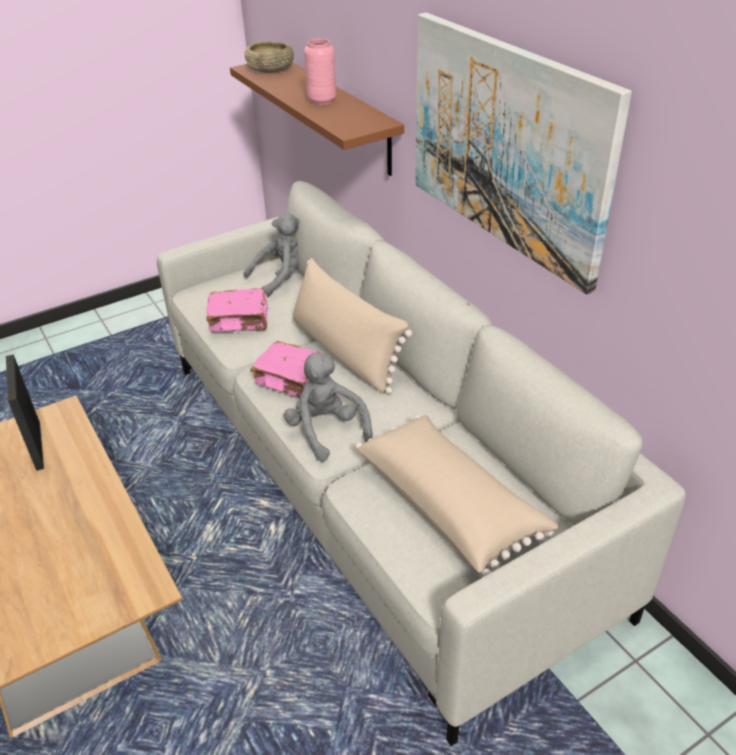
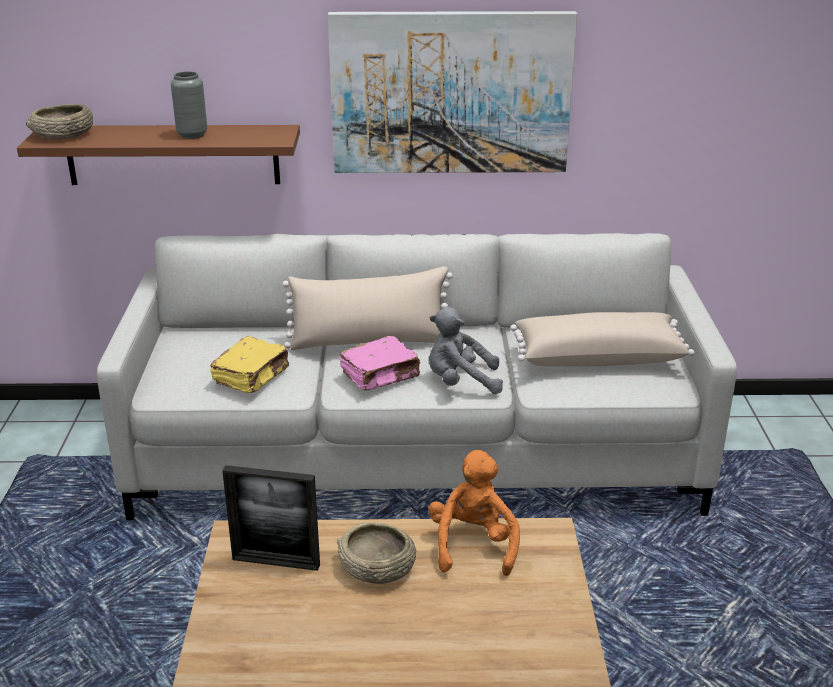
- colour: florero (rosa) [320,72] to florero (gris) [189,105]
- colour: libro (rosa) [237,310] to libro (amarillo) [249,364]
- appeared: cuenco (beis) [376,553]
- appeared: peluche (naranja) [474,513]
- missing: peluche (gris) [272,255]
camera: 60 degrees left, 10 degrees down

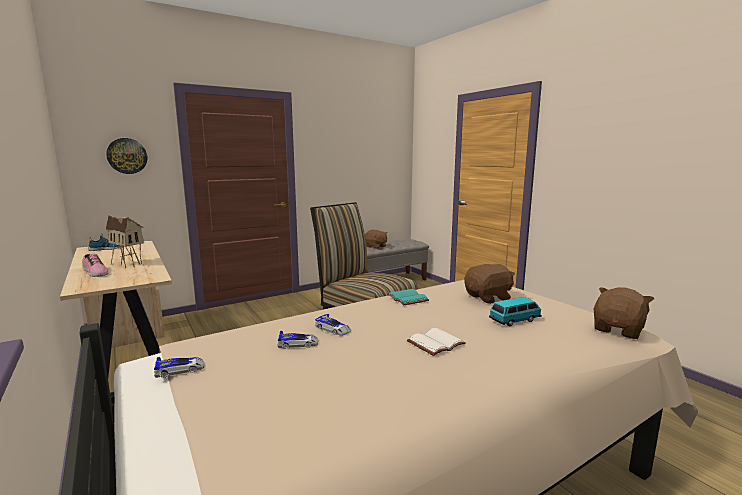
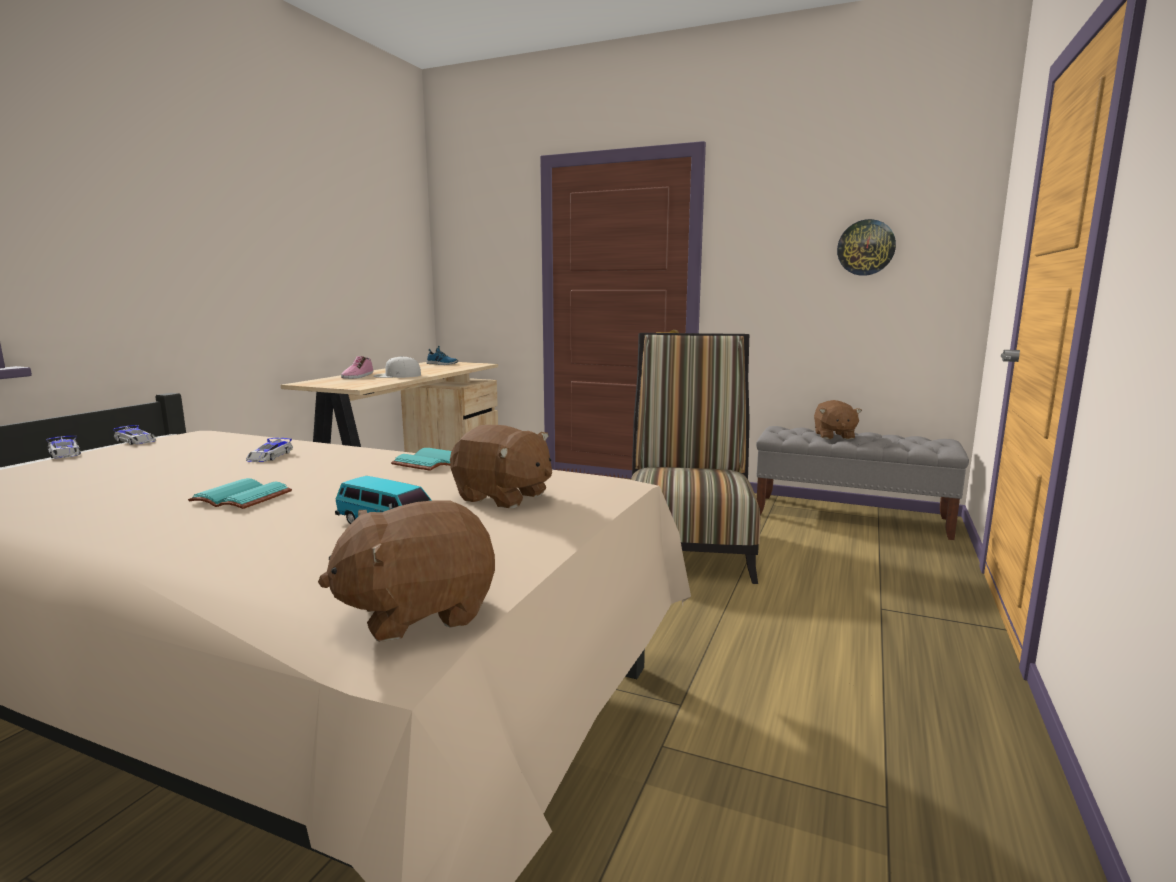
- relocated: coche de juguete [298,340] to [63,447]
- colour: libro (blanco) [436,342] to libro (turquesa) [240,493]
- spun: peluche (marrón) [624,313] = [406,571] 150 degrees clockwise
- exchanged: casita [125,241] to gorra (blanco) [397,367]
- relocated: reloj de pared [126,156] to [866,247]
camera: 55 degrees right, 0 degrees up

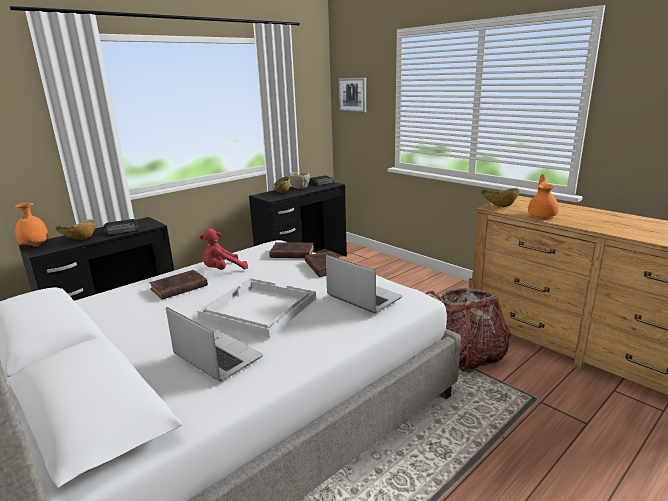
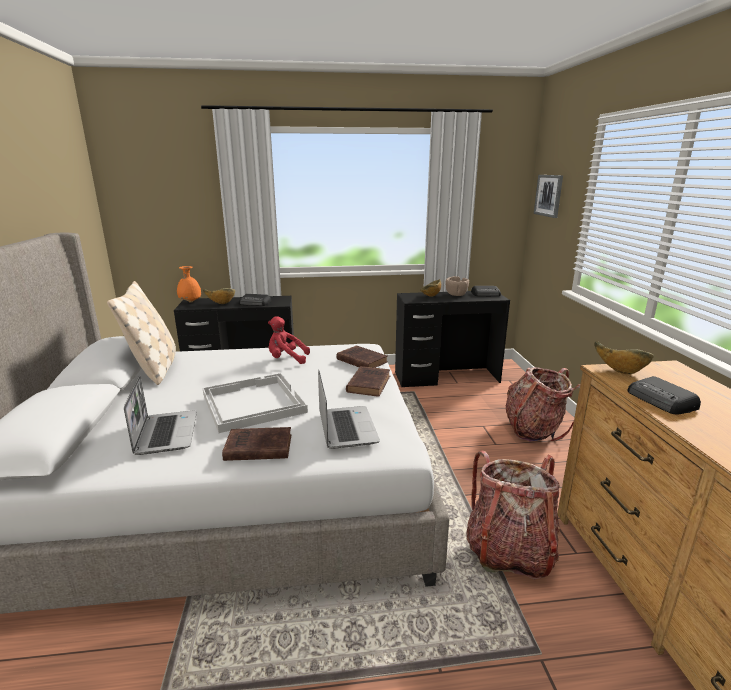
- appeared: cojín (beis) [141,333]
- relocated: libro (marrón) [178,285] to [256,444]
- appeared: mochila [543,404]
- exchanged: tetera (naranja) [543,196] to radio [664,395]
camera: 35 degrees right, 0 degrees up

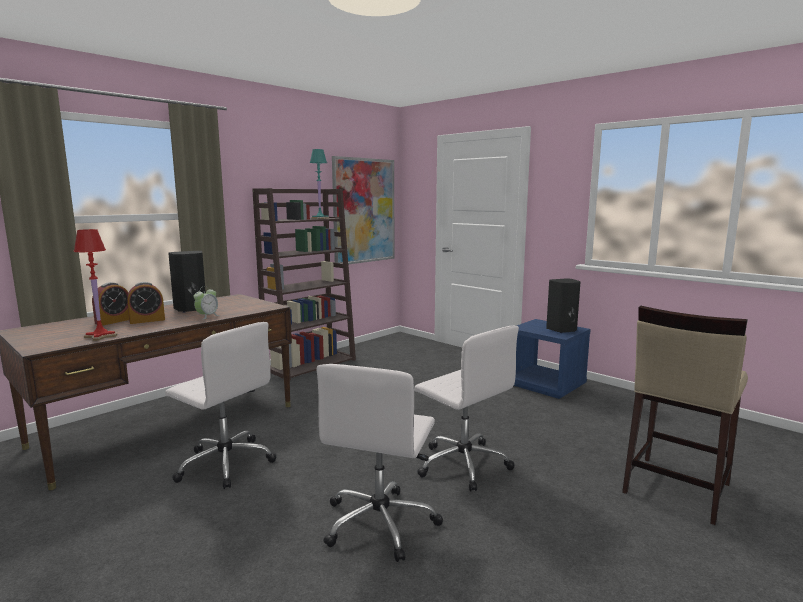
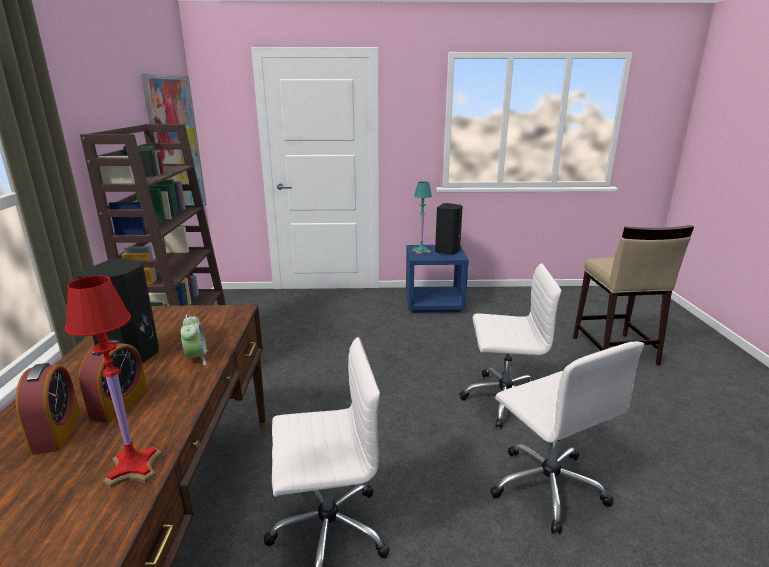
- relocated: lámpara de mesa (turquesa) [319,184] to [422,217]
camera: 45 degrees left, 10 degrees up

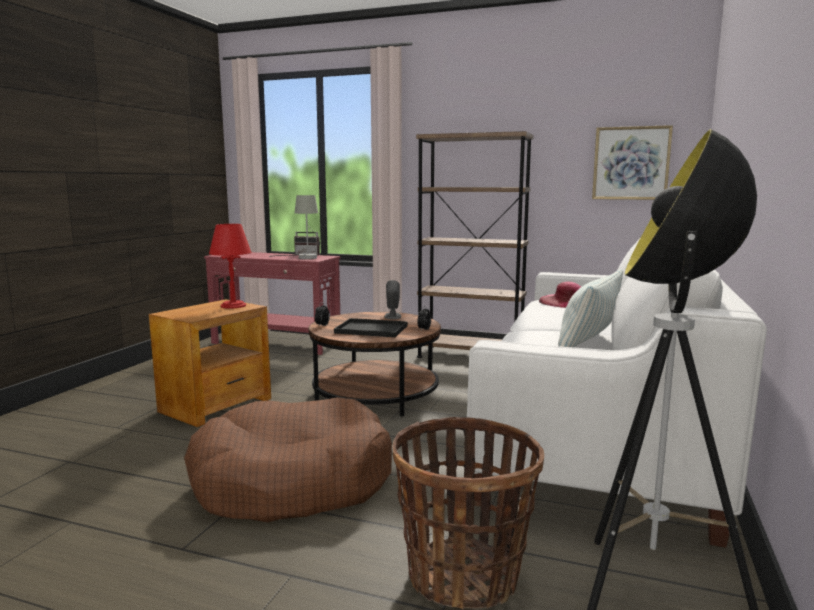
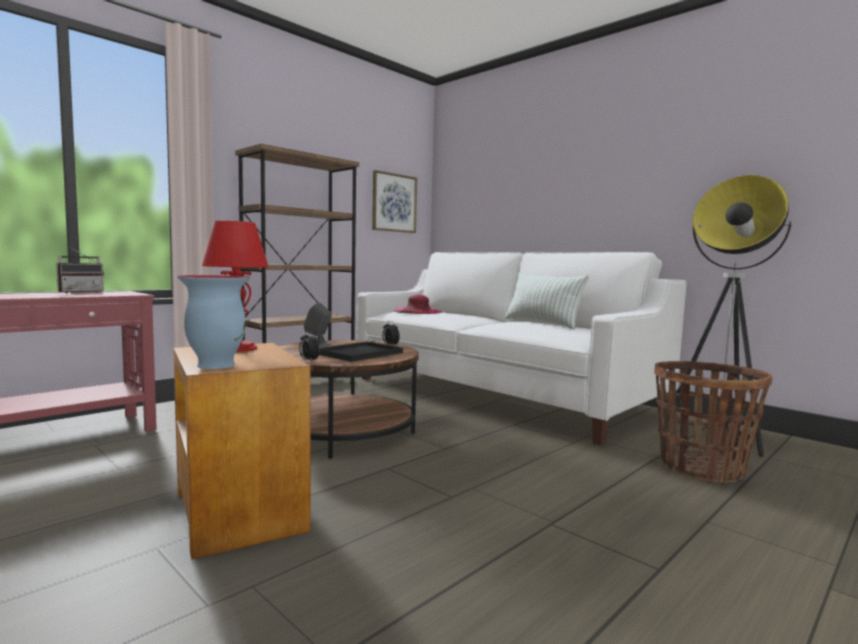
- appeared: florero [214,322]
- missing: cama para perro (marrón) [288,459]
- missing: lámpara de mesa (gris) [293,227]
camera: 65 degrees left, 5 degrees down

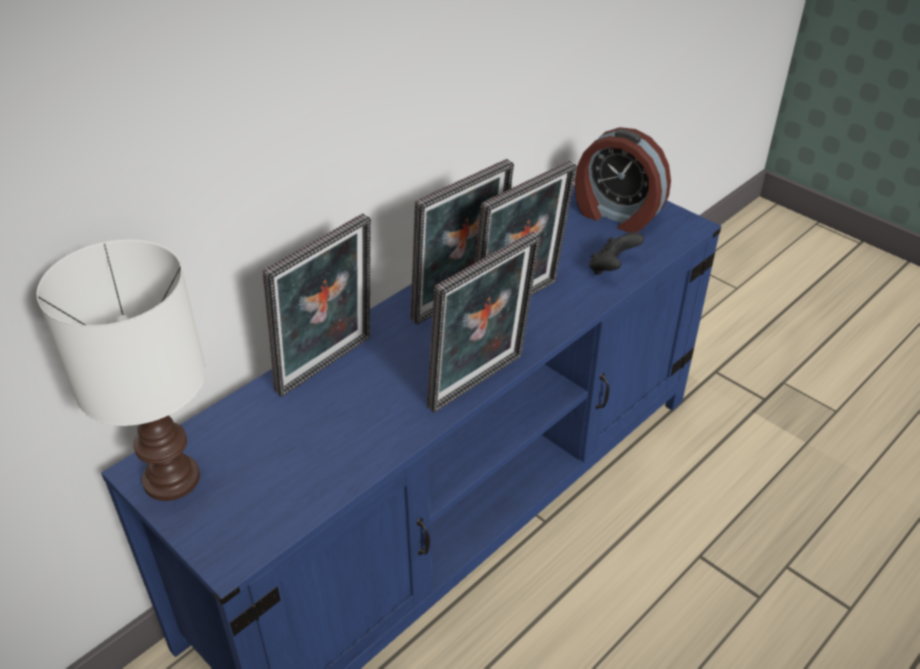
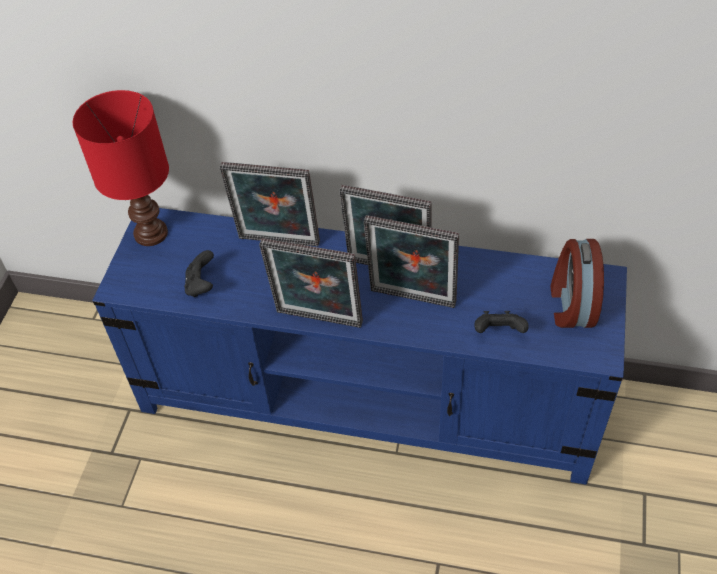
- colour: lámpara de mesa (blanco) [121,370] to lámpara de mesa (rojo) [121,168]
- appeared: mando de consola (negro) [199,273]
camera: 60 degrees right, 10 degrees up

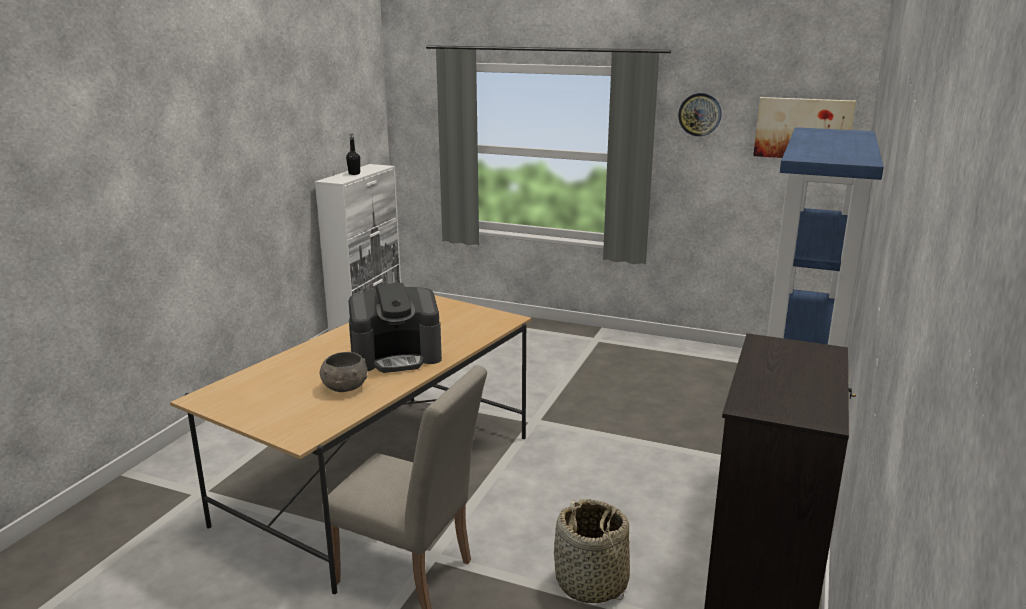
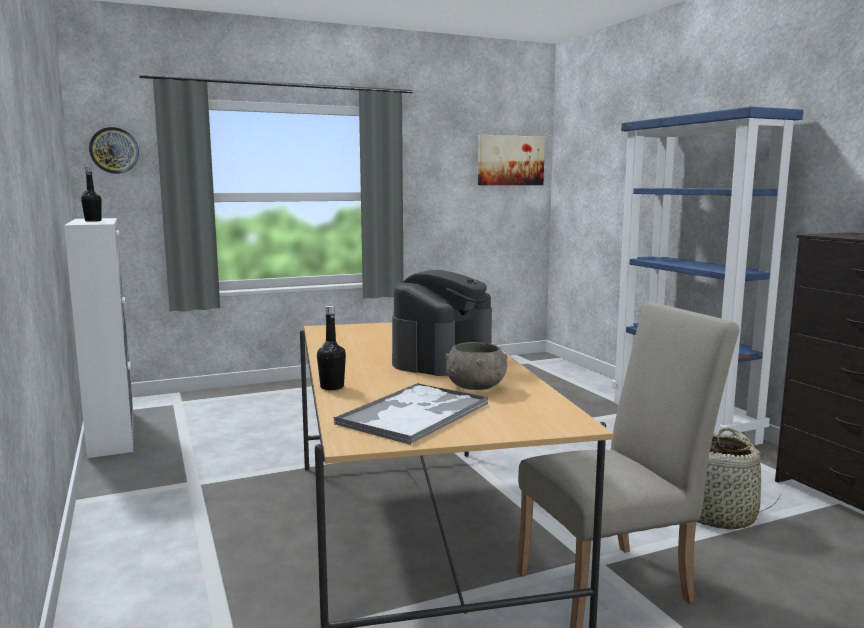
- relocated: reloj de pared [700,114] to [114,150]
- appeared: botella (negro) [331,348]
- appeared: bandeja [411,414]
camera: 45 degrees left, 10 degrees down

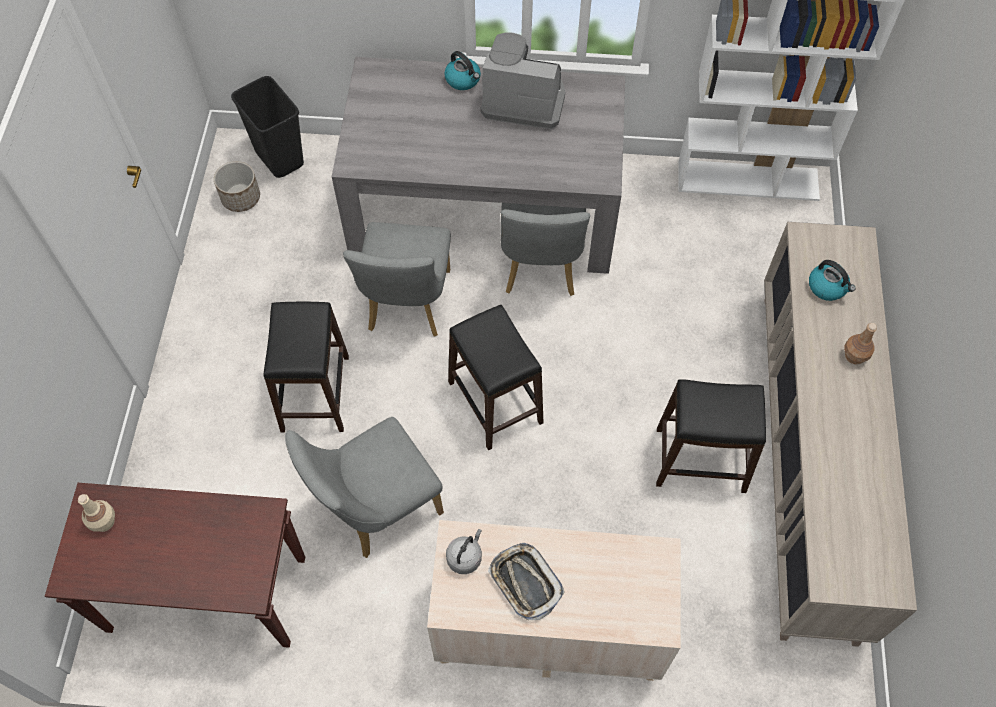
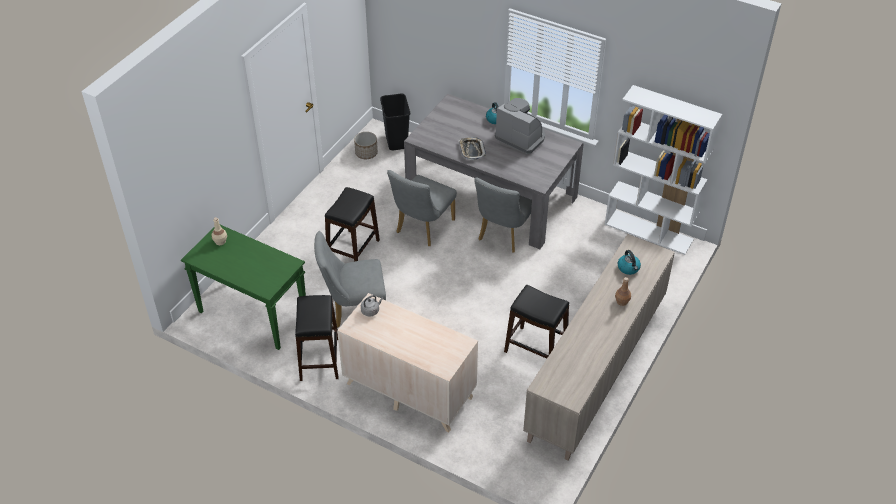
- colour: mesa consola (marrón) [175,565] to mesa consola (verde) [243,287]
- relocated: taburete (negro) [496,377] to [317,338]
- relocated: bandeja [526,581] to [472,148]
camera: 25 degrees right, 15 degrees down

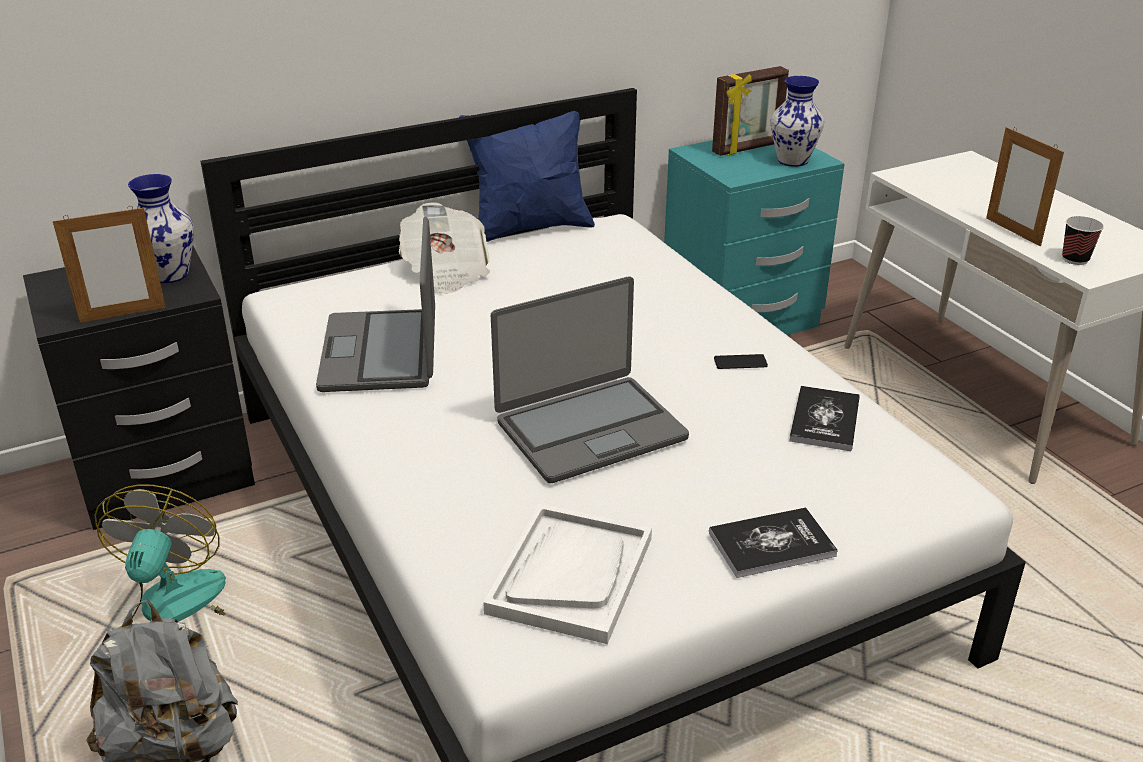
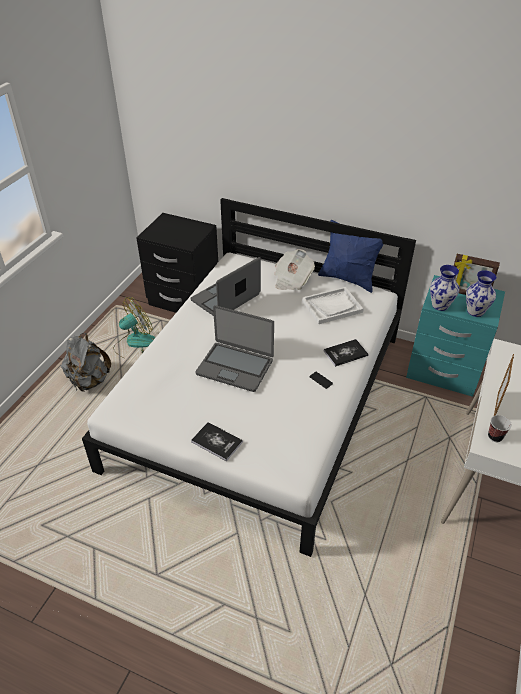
- relocated: bandeja (blanco) [567,574] to [333,305]
- relocated: libro [824,418] to [346,353]
- relocated: florero [161,228] to [444,288]
- missing: portarretratos [109,264]
camera: 50 degrees right, 10 degrees up

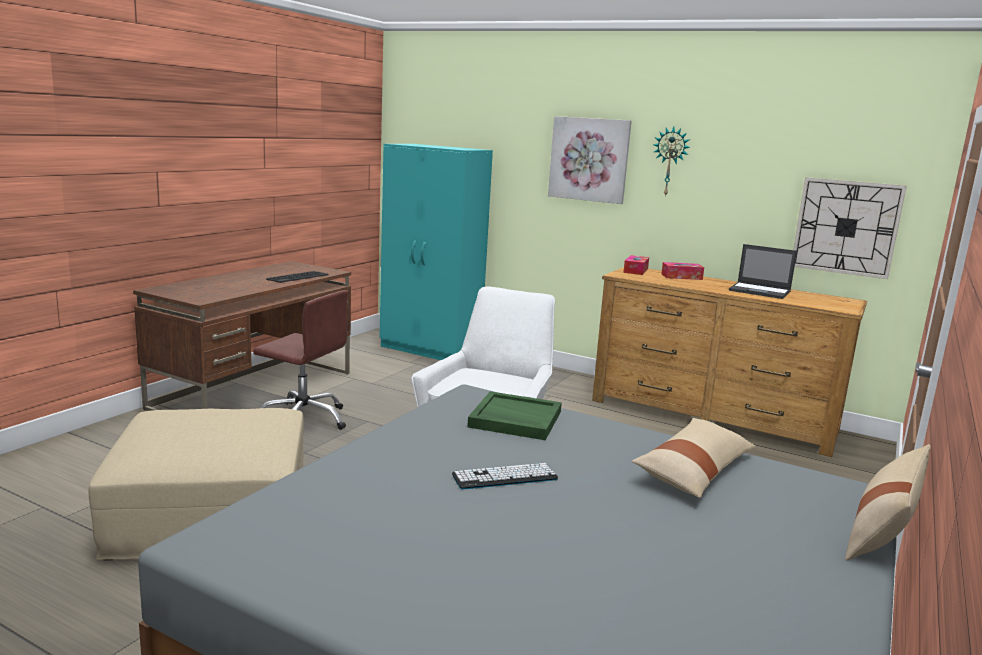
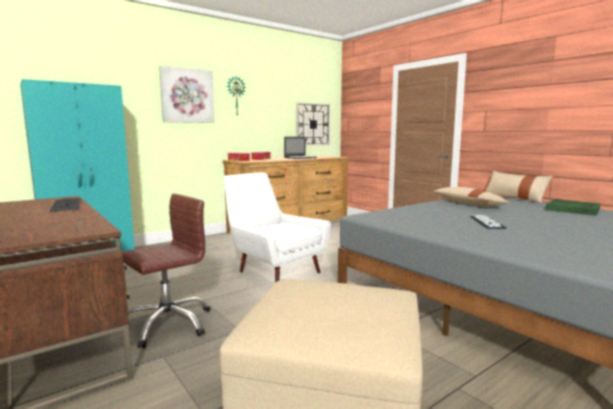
- relocated: bandeja (verde) [514,415] to [573,207]
camera: 65 degrees left, 5 degrees down

